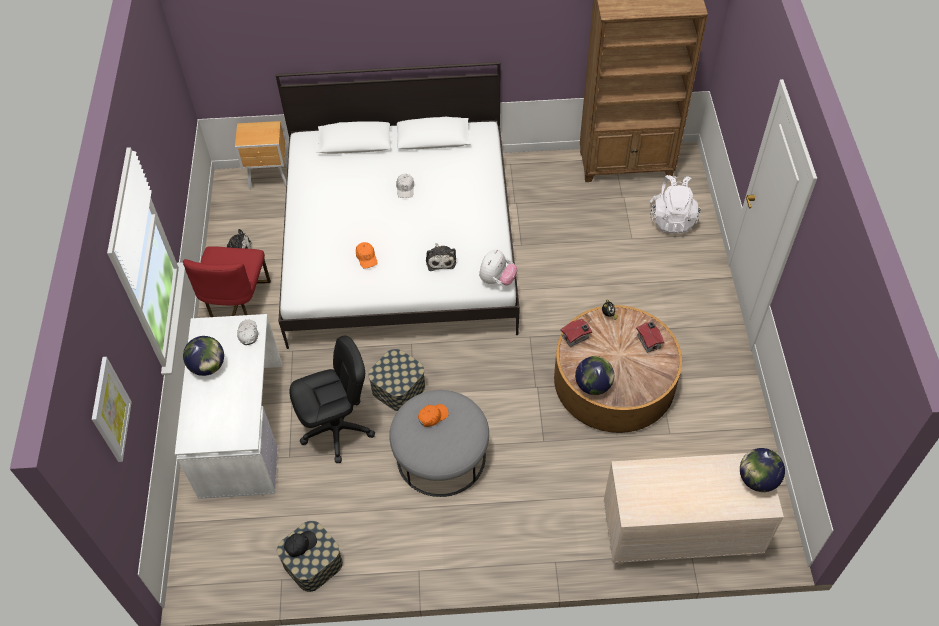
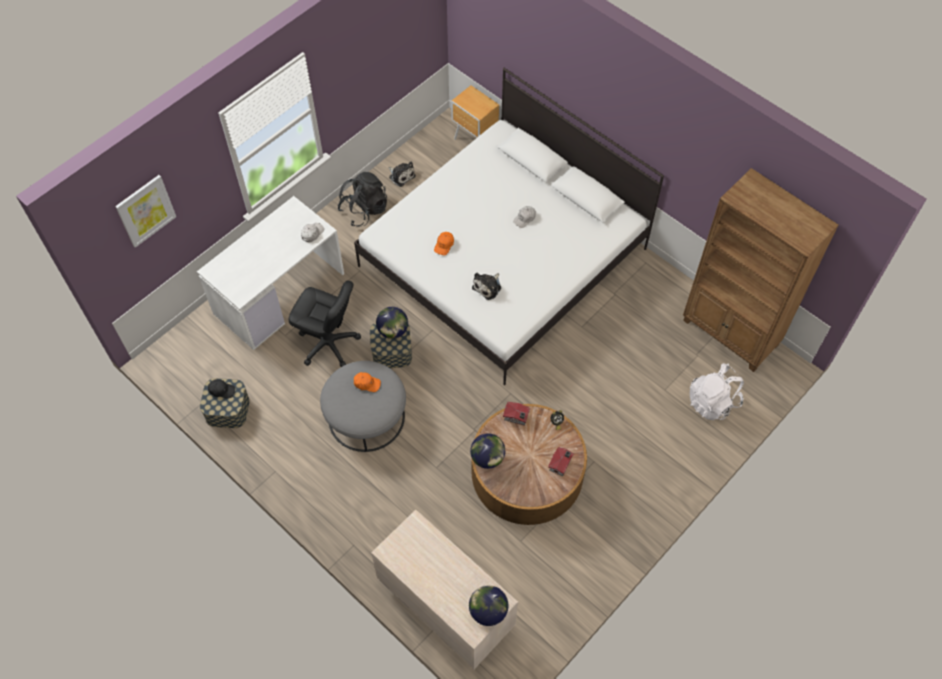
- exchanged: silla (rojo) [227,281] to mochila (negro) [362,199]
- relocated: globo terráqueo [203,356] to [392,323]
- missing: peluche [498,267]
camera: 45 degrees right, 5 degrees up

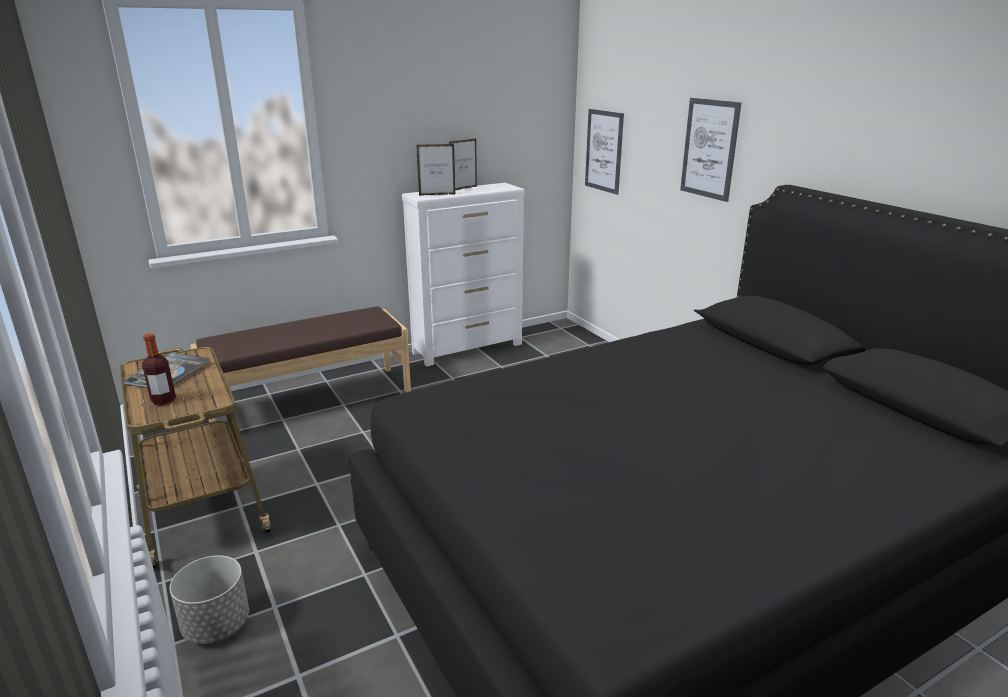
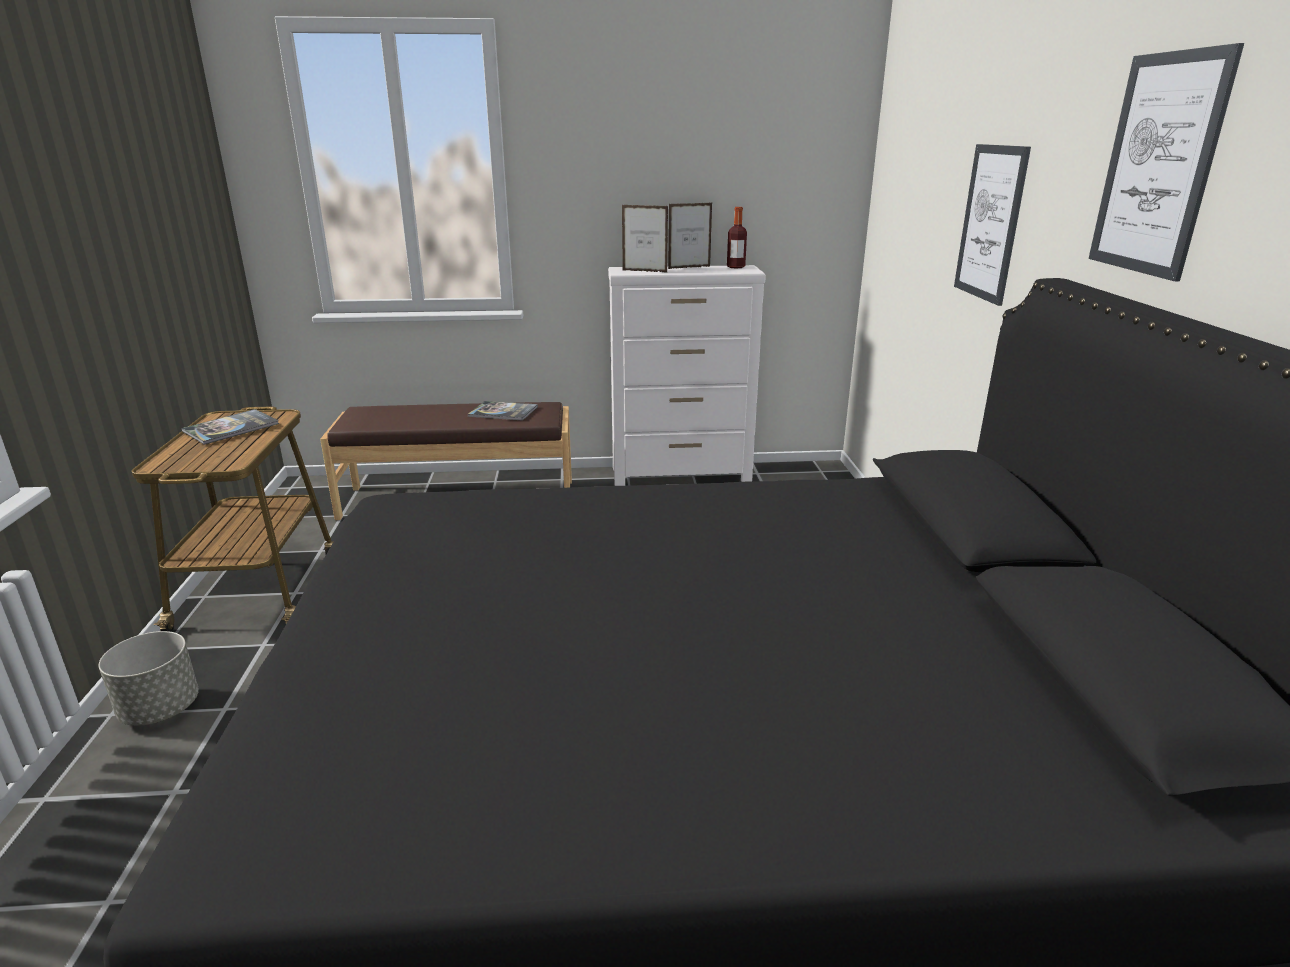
- appeared: libro [503,410]
- relocated: botella [159,369] to [737,238]
- relocated: cuadro [604,152] to [1166,162]
camera: 25 degrees right, 0 degrees up

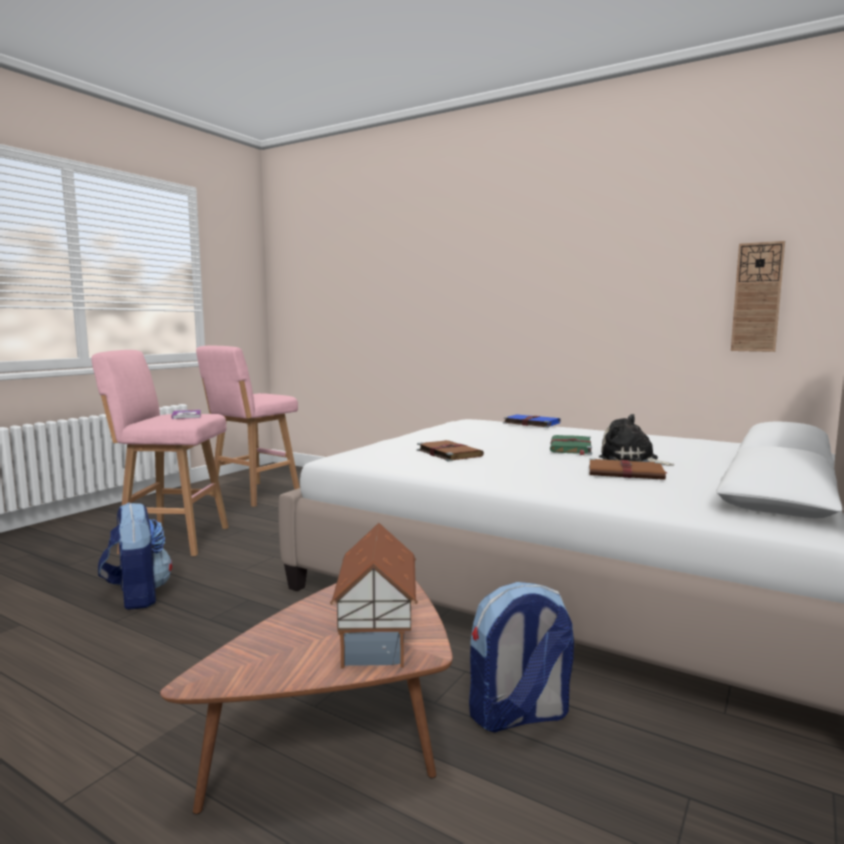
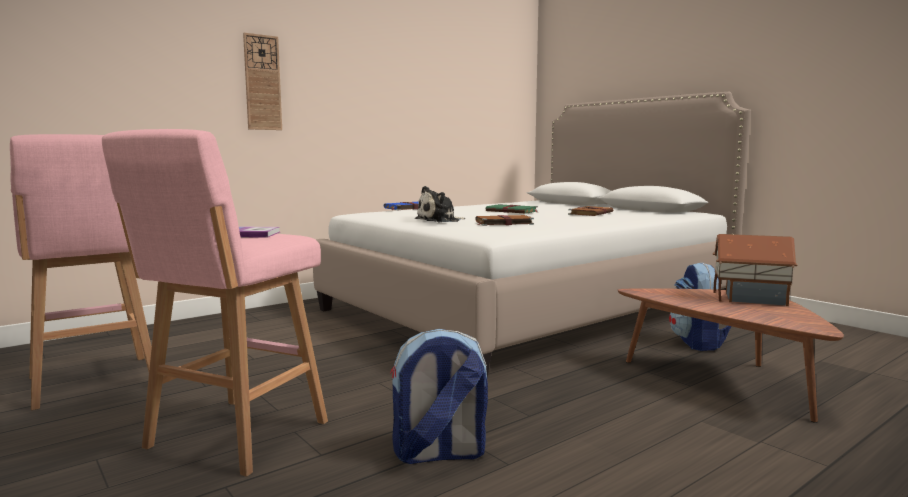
- relocated: reloj de pared [758,296] to [262,81]
- relocated: peluche [637,440] to [440,204]
camera: 70 degrees left, 0 degrees up

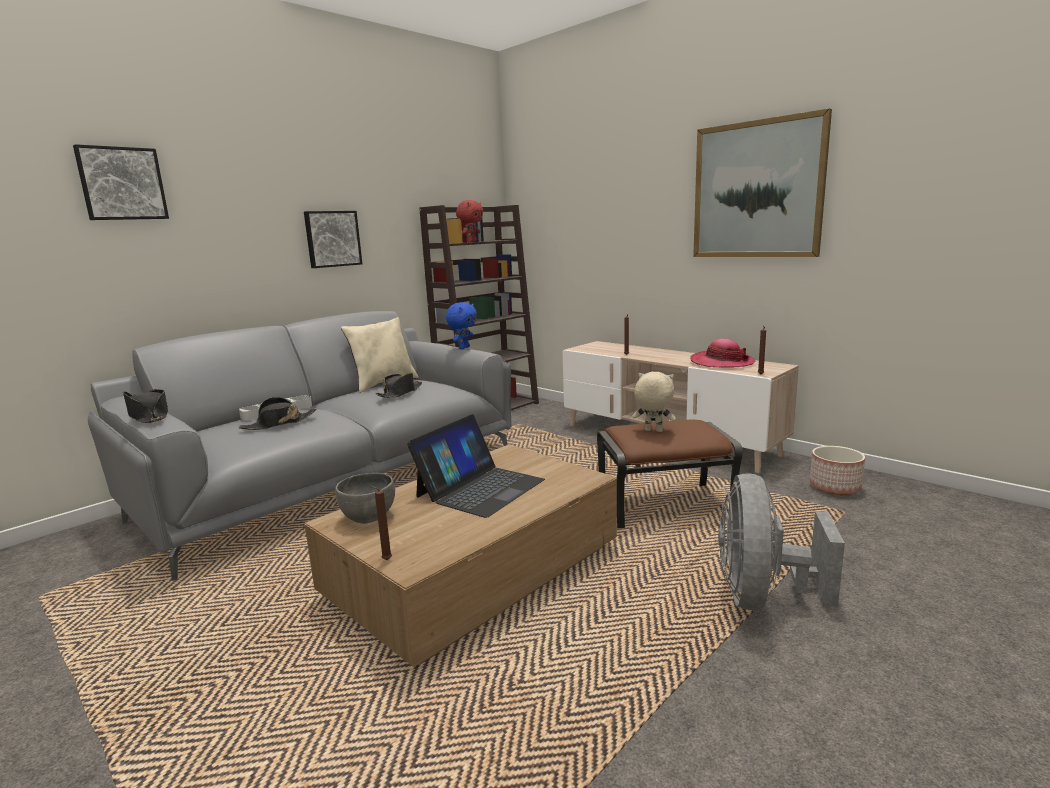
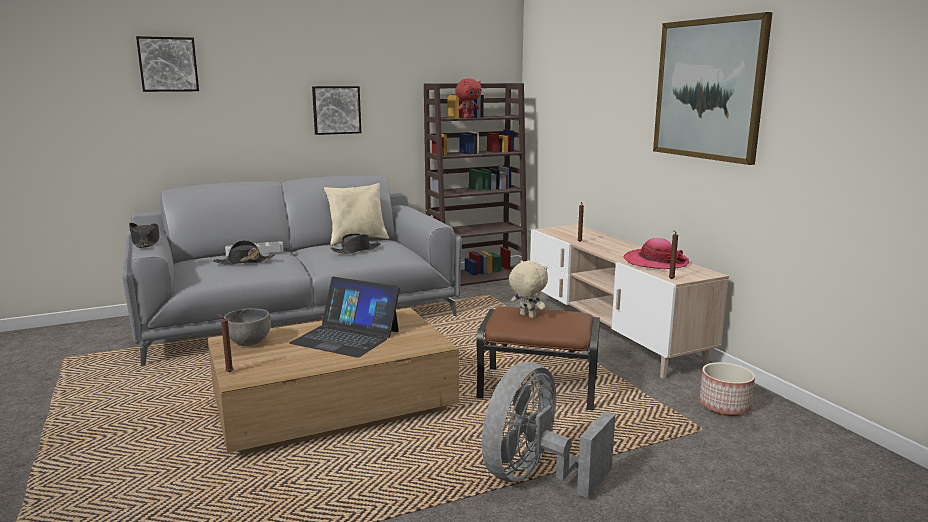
- spun: portátil [476,466] = [344,317] 60 degrees clockwise
- missing: peluche (azul) [461,325]
camera: 20 degrees right, 0 degrees up

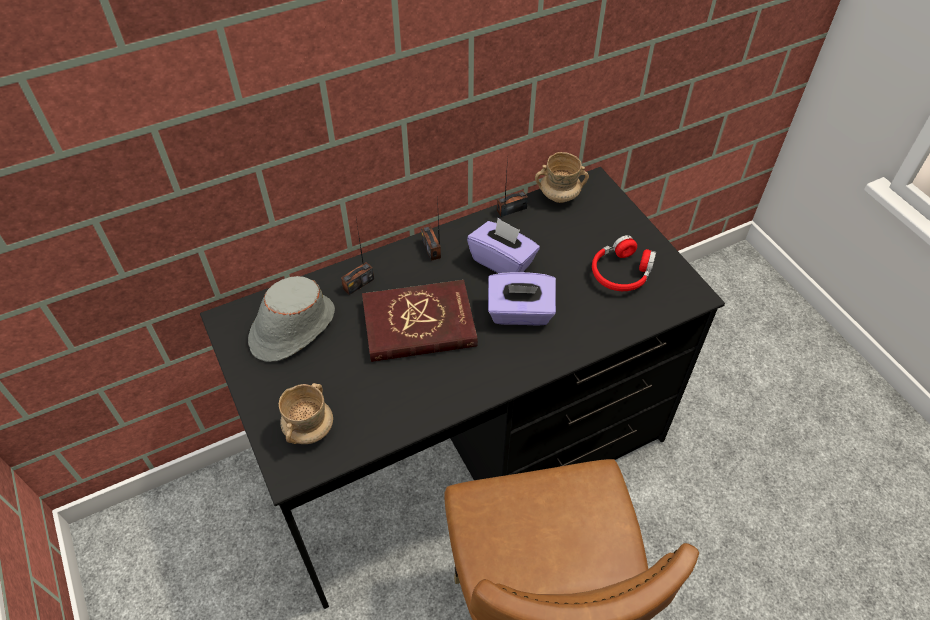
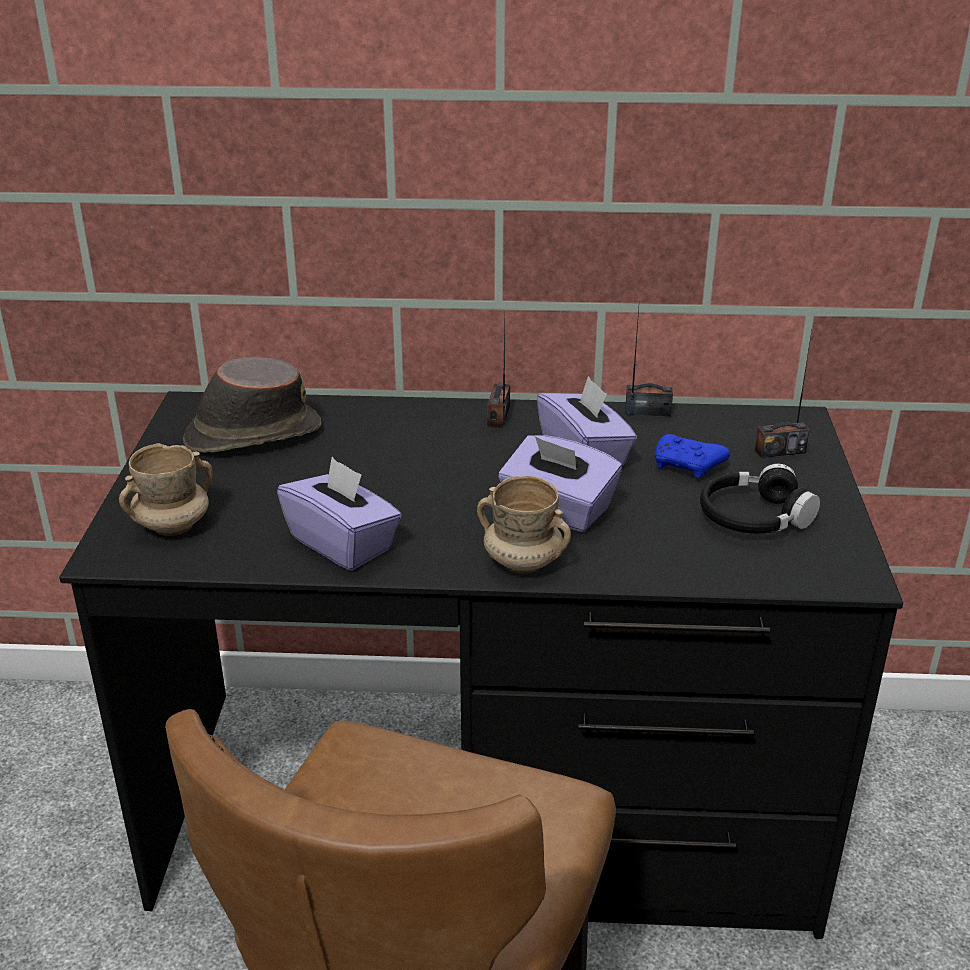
- colour: sombrero (gris) [291,319] to sombrero (marrón) [252,405]
- appeared: caja de pañuelos (morado) [339,514]
- relocated: taza grande (beis) [562,177] to [524,524]
- appeared: mando de consola (azul) [692,456]
- colour: auriculares (rojo) [624,263] to auriculares (negro) [760,498]
- relocated: radio [357,257] to [783,394]
- missing: libro (rojo) [420,321]
camera: 30 degrees right, 20 degrees down

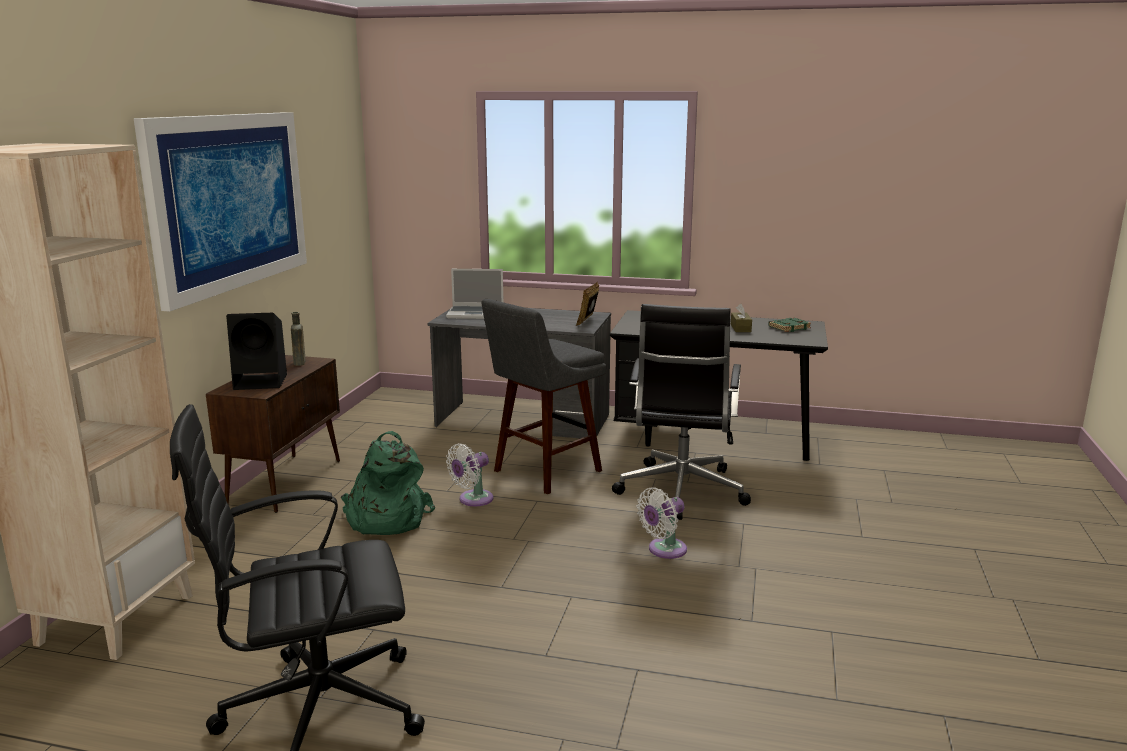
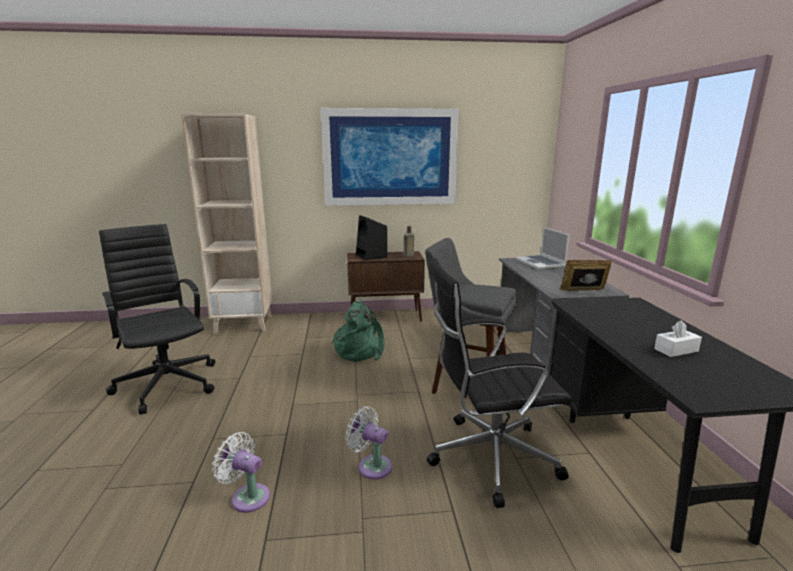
- relocated: ventilador (blanco) [469,475] to [241,472]
- colour: caja de pañuelos (marrón) [741,318] to caja de pañuelos (blanco) [678,338]
- missing: libro (verde) [789,325]
camera: 70 degrees right, 0 degrees up

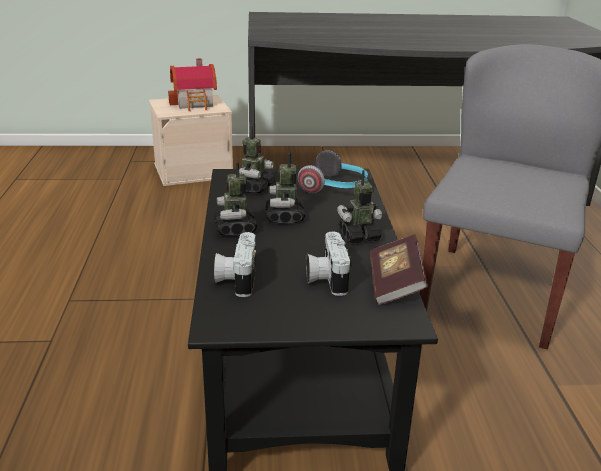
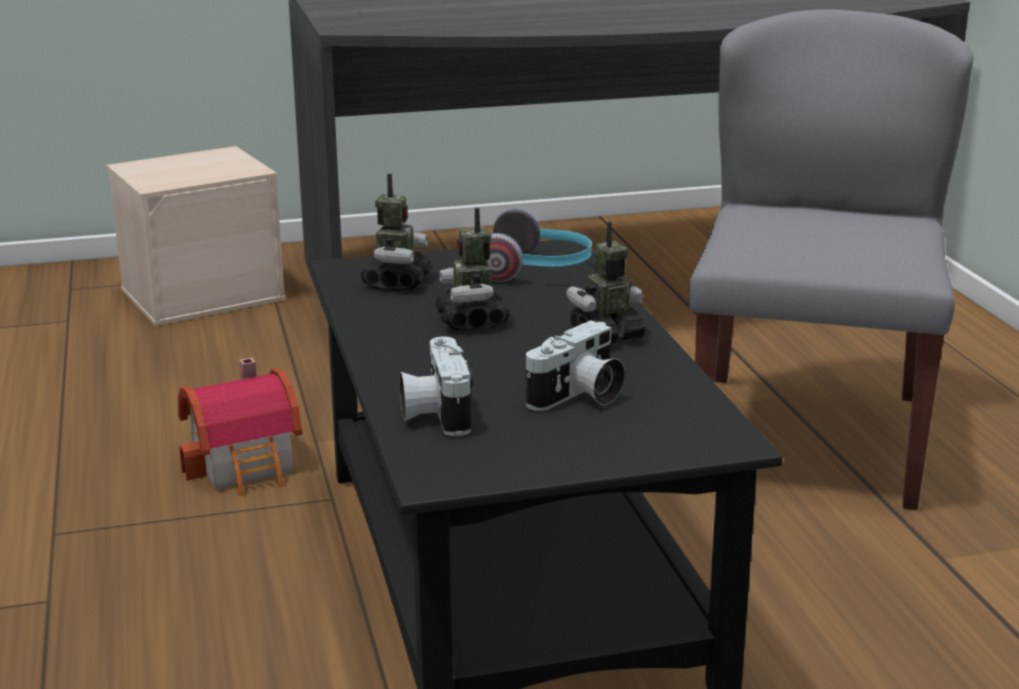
- relocated: casita [192,84] to [240,426]
- spun: cámara [328,264] = [575,365] 120 degrees counterclockwise
- missing: robot de juguete [235,199]
- missing: libro [399,269]
camera: 10 degrees left, 5 degrees down

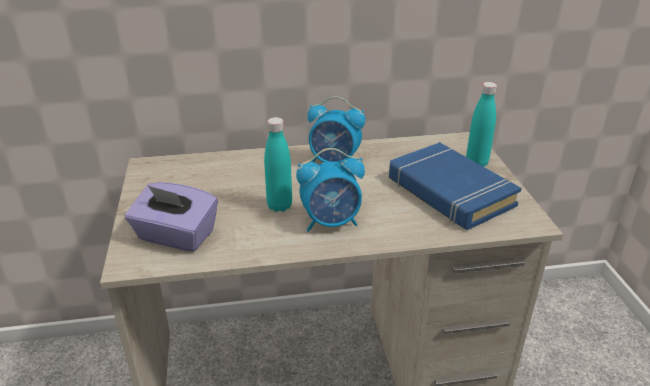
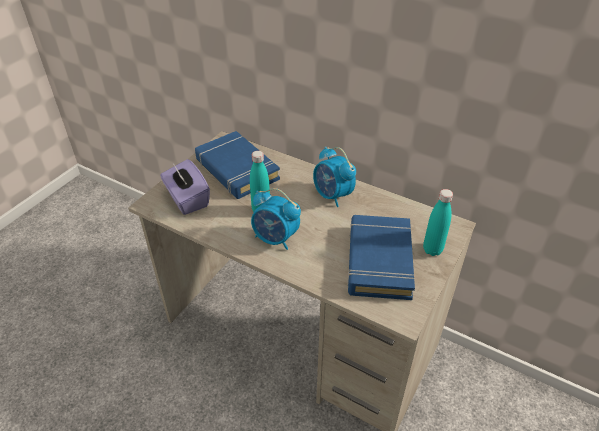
- appeared: libro (azul) [237,165]
camera: 40 degrees right, 10 degrees up

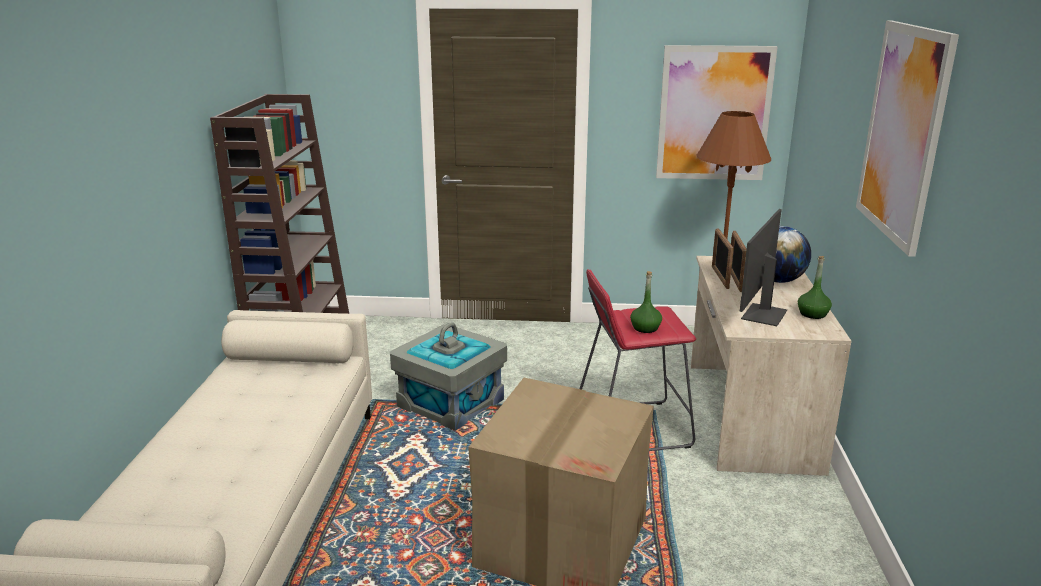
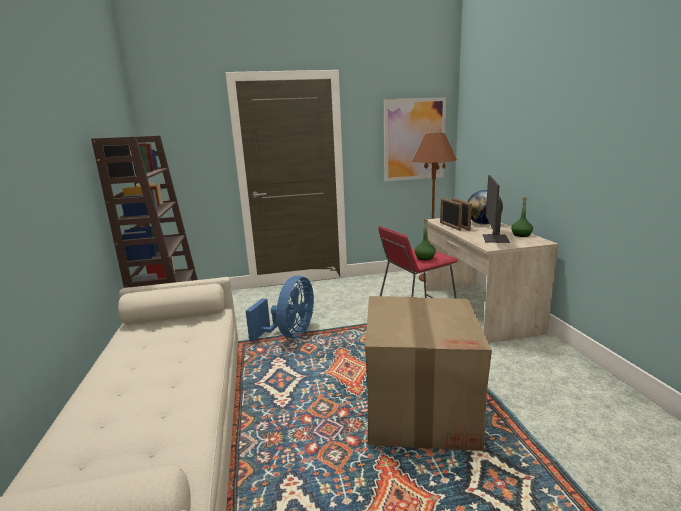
- exchanged: caja de almacenaje (gris) [448,377] to ventilador (azul) [280,308]
- missing: cuadro [907,139]
camera: 15 degrees left, 5 degrees down

